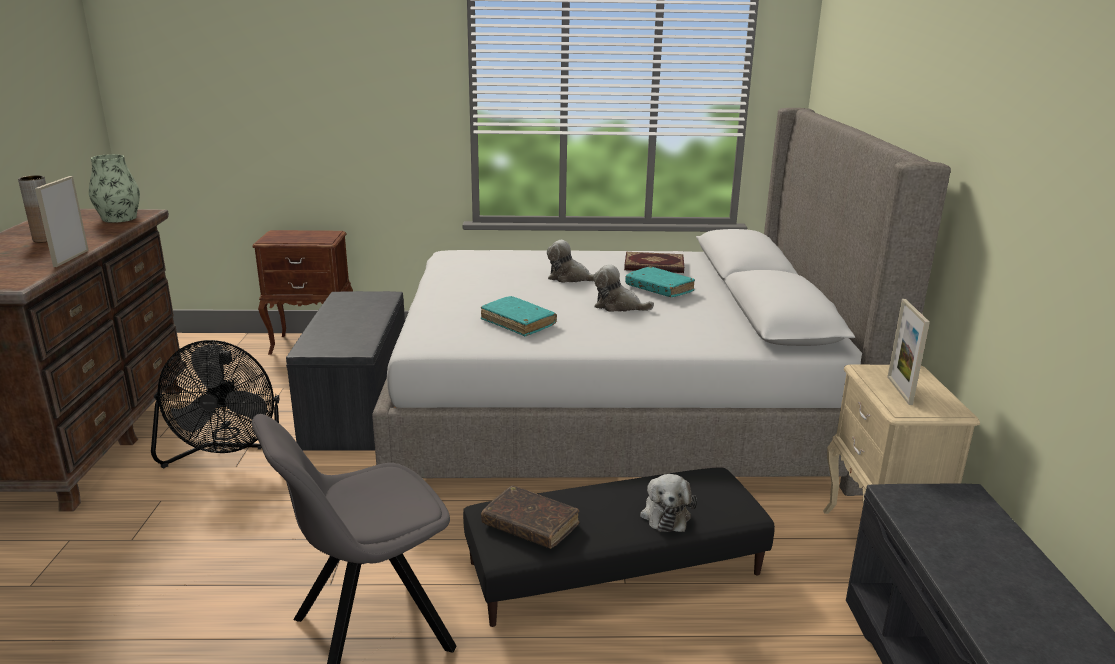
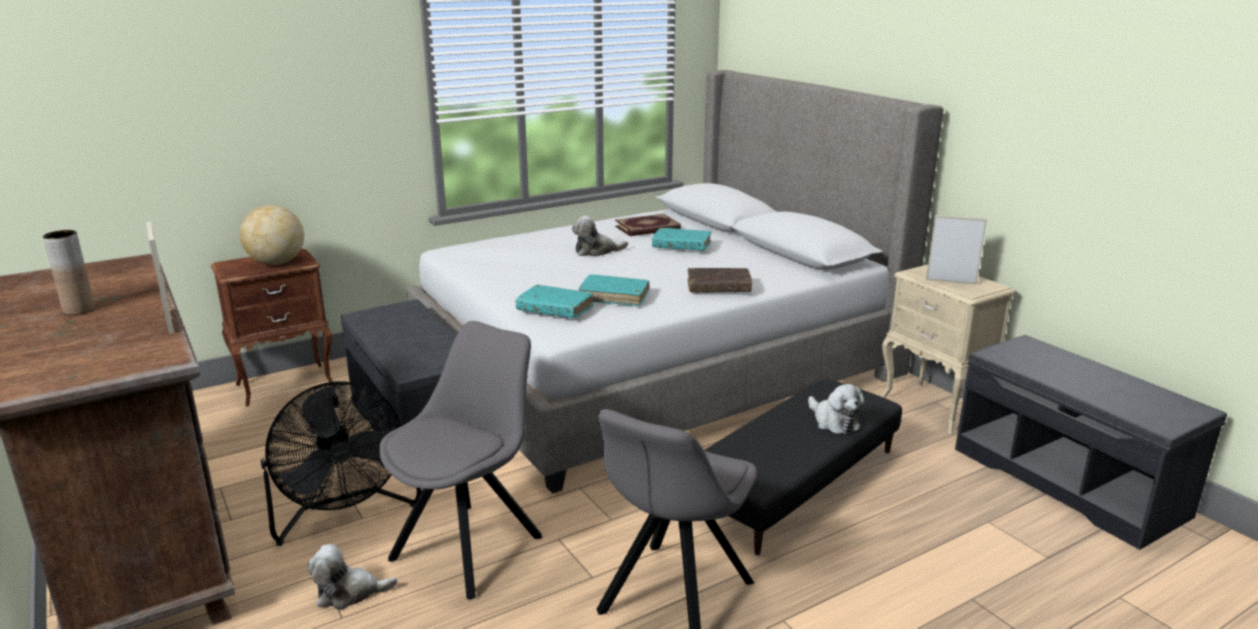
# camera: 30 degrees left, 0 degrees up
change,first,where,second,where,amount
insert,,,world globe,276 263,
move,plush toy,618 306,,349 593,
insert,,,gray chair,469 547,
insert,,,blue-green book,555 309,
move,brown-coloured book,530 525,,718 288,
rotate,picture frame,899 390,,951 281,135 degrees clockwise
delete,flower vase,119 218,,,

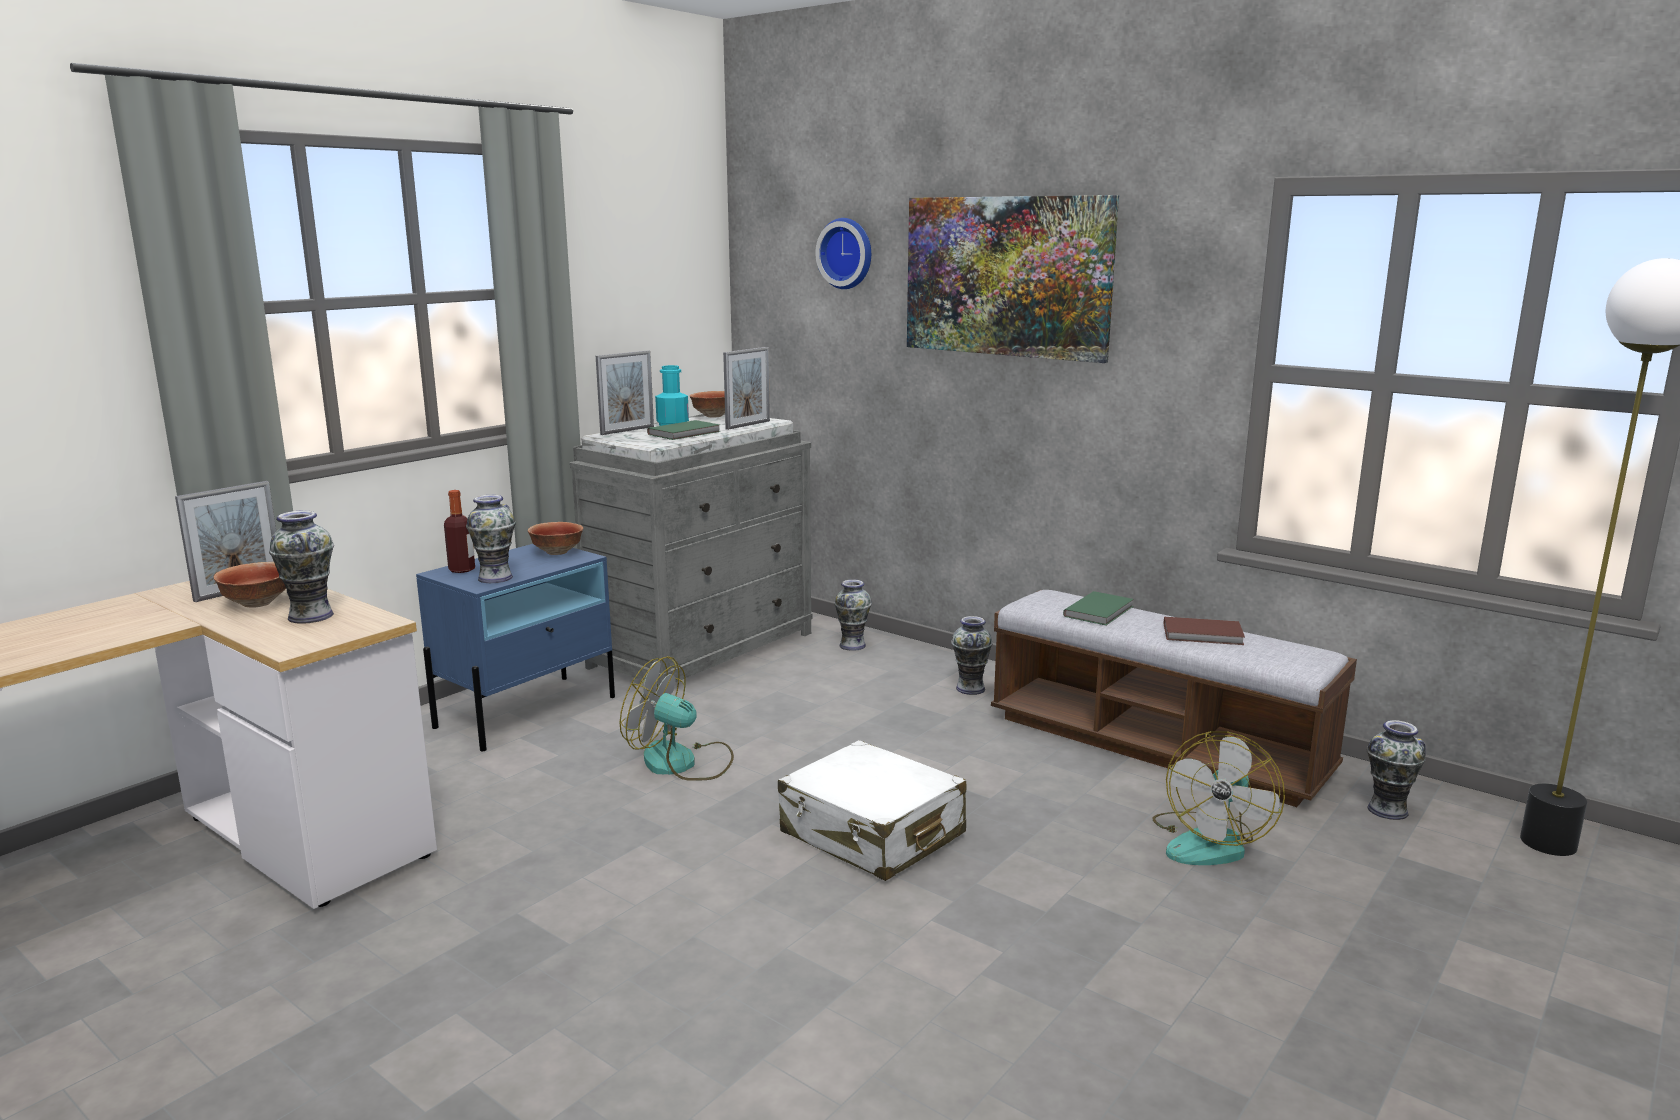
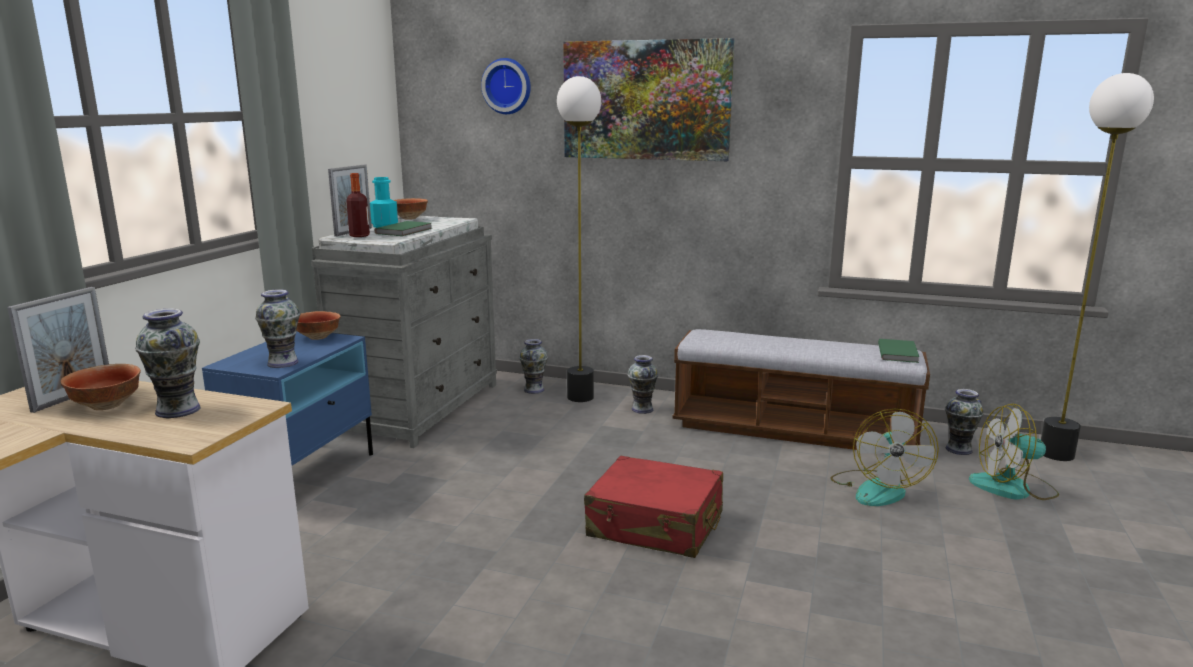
# camera: 20 degrees left, 0 degrees up
change,first,where,second,where,amount
move,bottle,462 570,,359 236,
insert,,,standard lamp,580 397,
recolor,white-coloured piece of luggage,872 834,reddish piece of luggage,655 525,
move,greenish book,1100 611,,899 353,
move,electric fan,681 763,,1013 488,
delete,picture frame,748 425,,,
delete,brown-coloured book,1204 635,,,

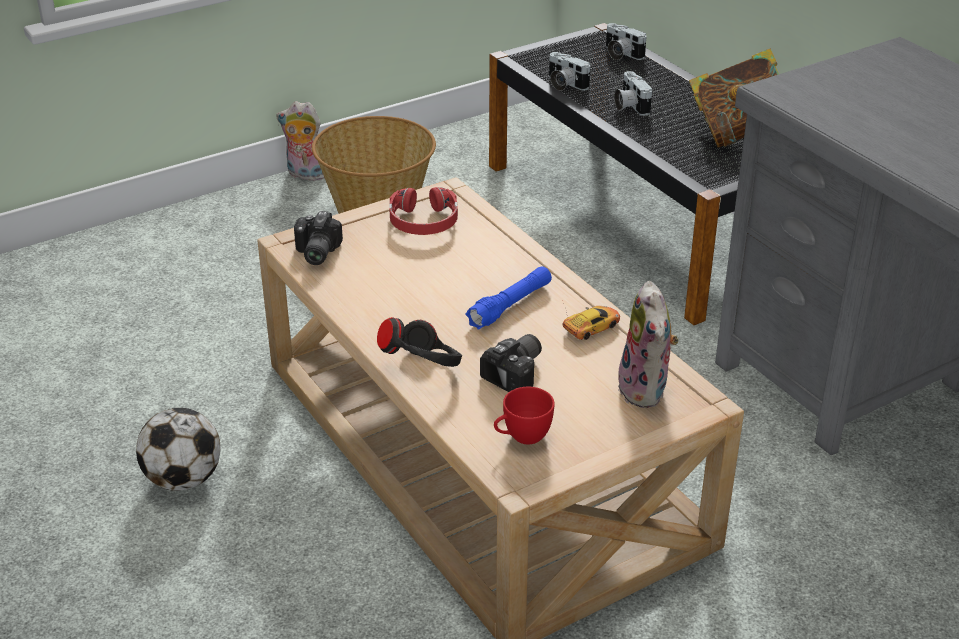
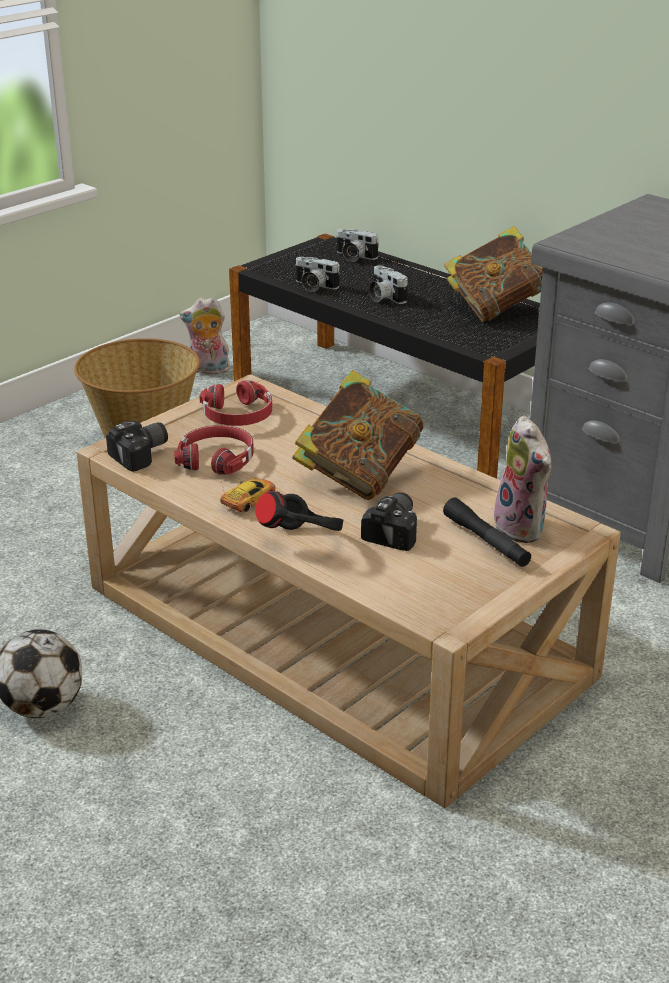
# camera: 15 degrees left, 5 degrees down
change,first,where,second,where,amount
rotate,still camera,315 253,,142 455,120 degrees counterclockwise
insert,,,reddish pair of headphones,217 459,
move,plush toy,305 175,,208 370,
move,toy car,591 326,,249 499,
replace,blue-coloured hand torch,510 306,book,358 475,
insert,,,black-coloured hand torch,486 541,
delete,reddish cup,522 437,,,

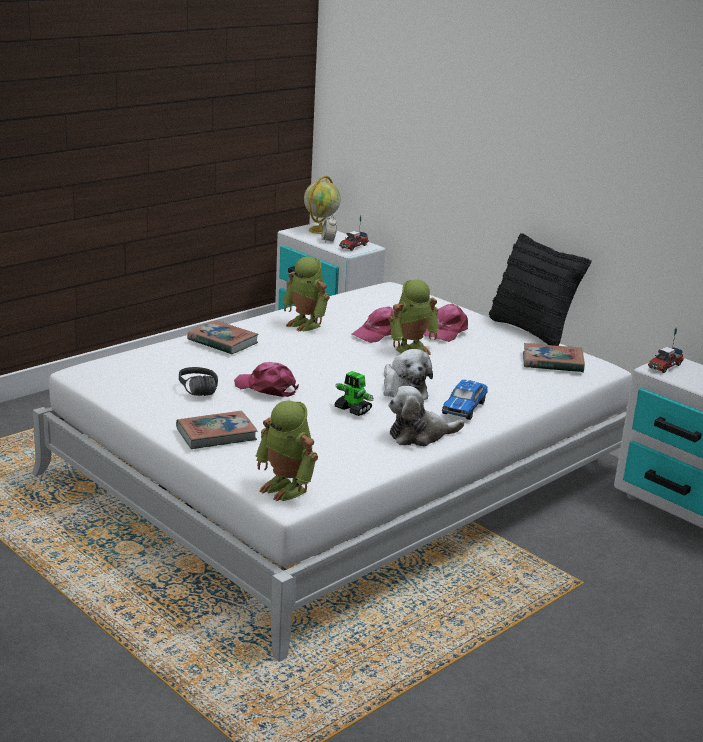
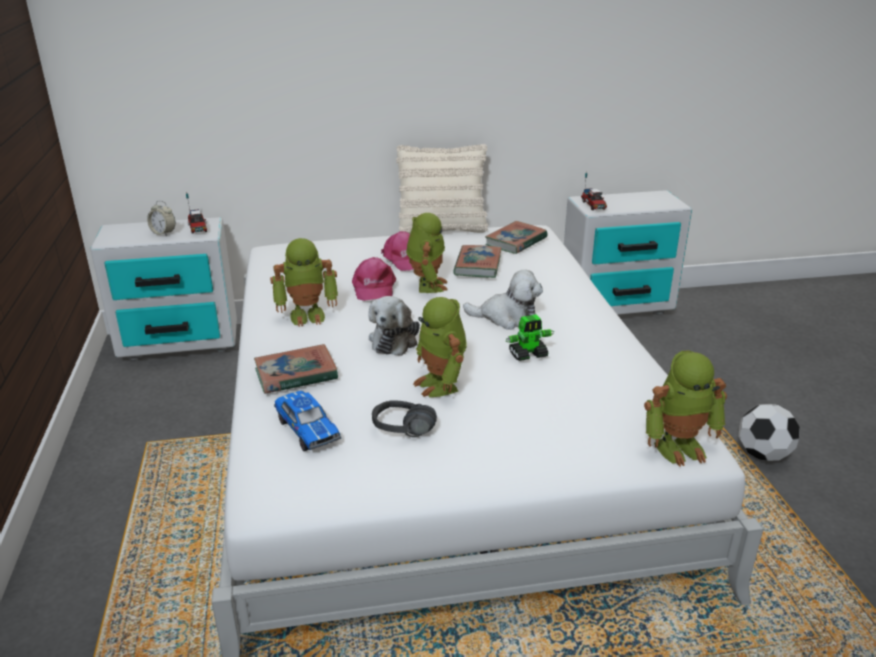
# camera: 55 degrees left, 5 degrees up
change,first,where,second,where,amount
move,toy car,464 407,,307 429,
move,plush toy,420 435,,395 340,
recolor,black-coloured pillow,532 331,beige pillow,442 229,
replace,pinkish peaked cap,266 388,model robot,441 384,
move,book,216 434,,478 265,
insert,,,football,762 454,
delete,world globe,320 230,,,

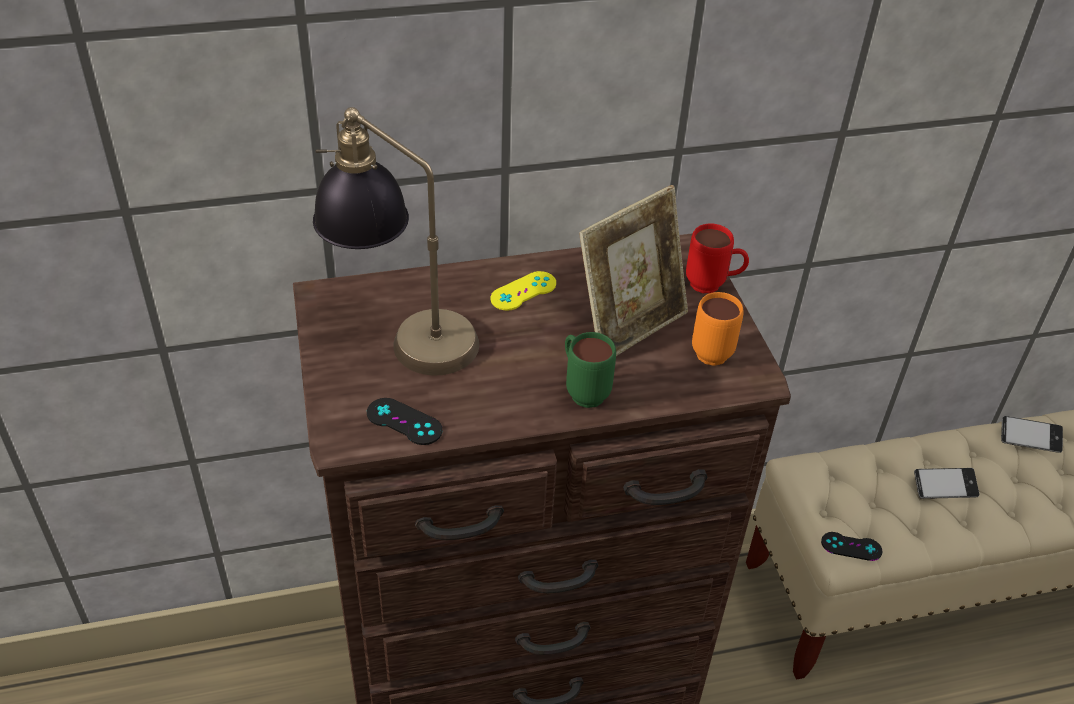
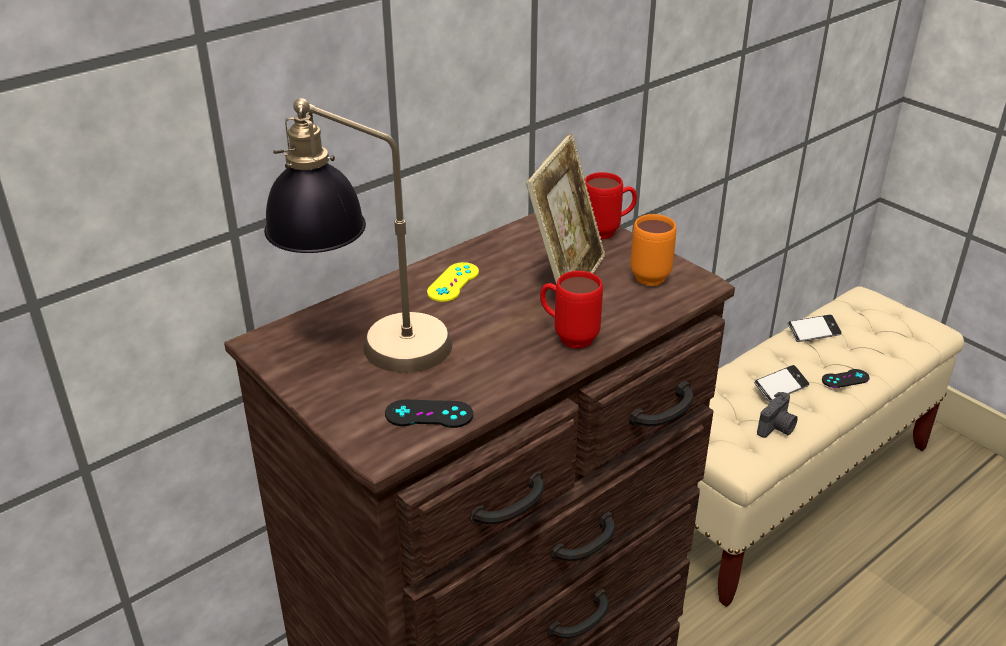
# camera: 25 degrees left, 10 degrees down
change,first,where,second,where,amount
recolor,greenish mug,582 390,reddish mug,568 337,
insert,,,still camera,777 428,
move,black-coloured game controller,851 546,,845 379,

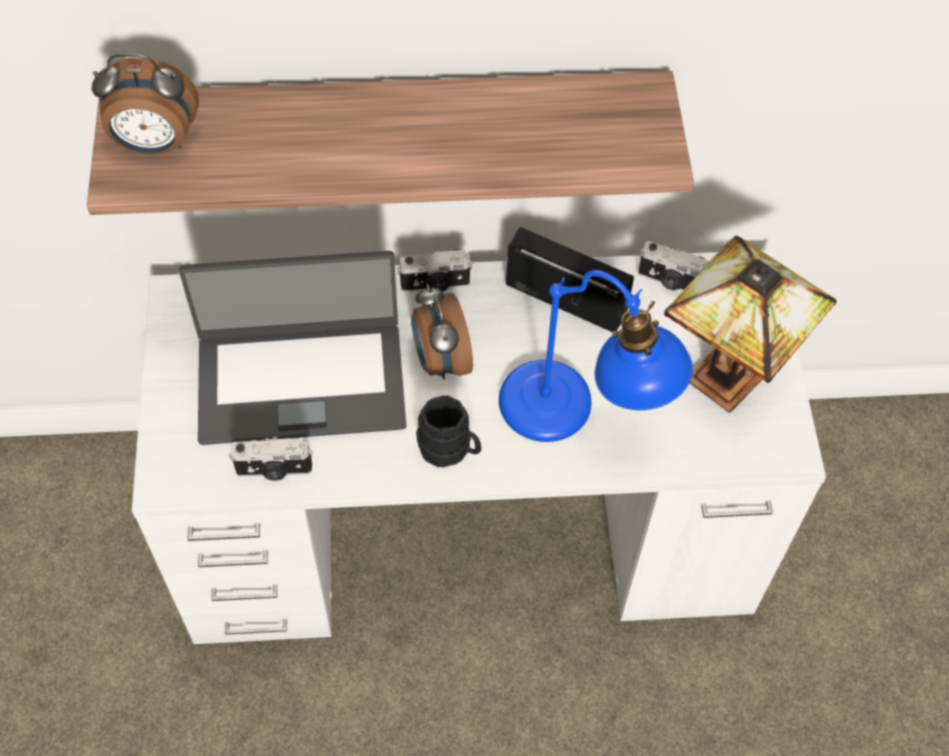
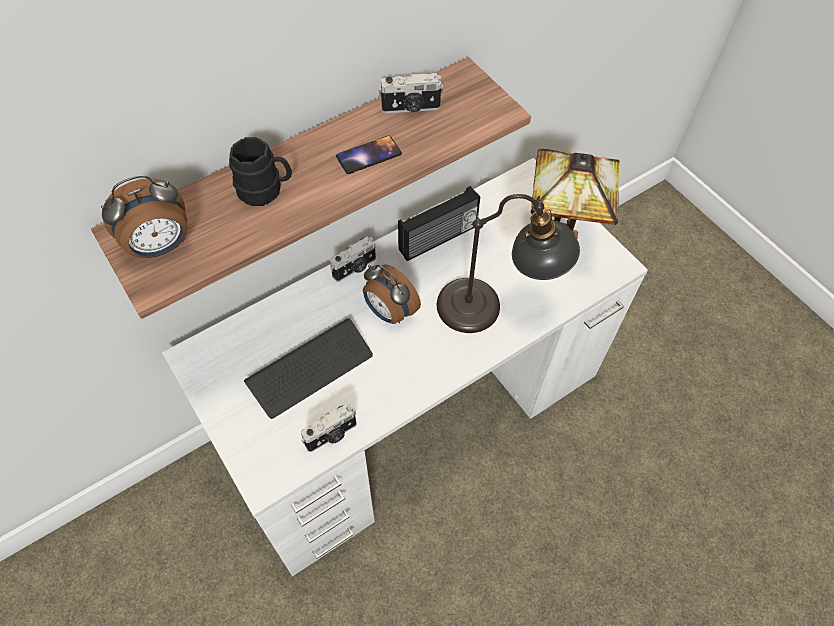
# camera: 30 degrees left, 0 degrees up
change,first,where,second,where,amount
move,black-coloured mug,450 450,,266 190,
replace,laptop,301 380,computer keyboard,310 369,
insert,,,telephone,368 155,
move,still camera,670 282,,411 108,
rotate,radio set,566 299,,438 239,150 degrees clockwise
recolor,blue-coloured lamp for a table,582 418,gray lamp for a table,496 304,

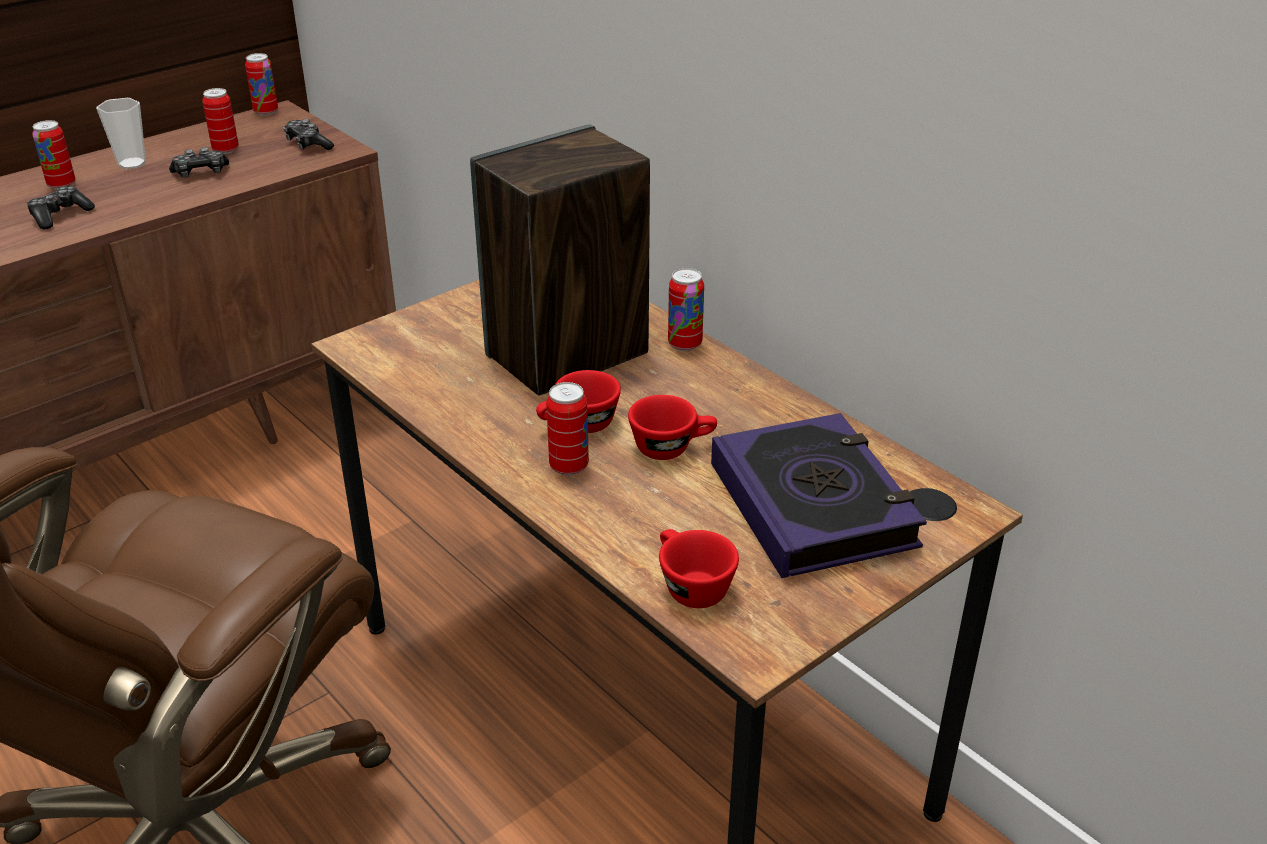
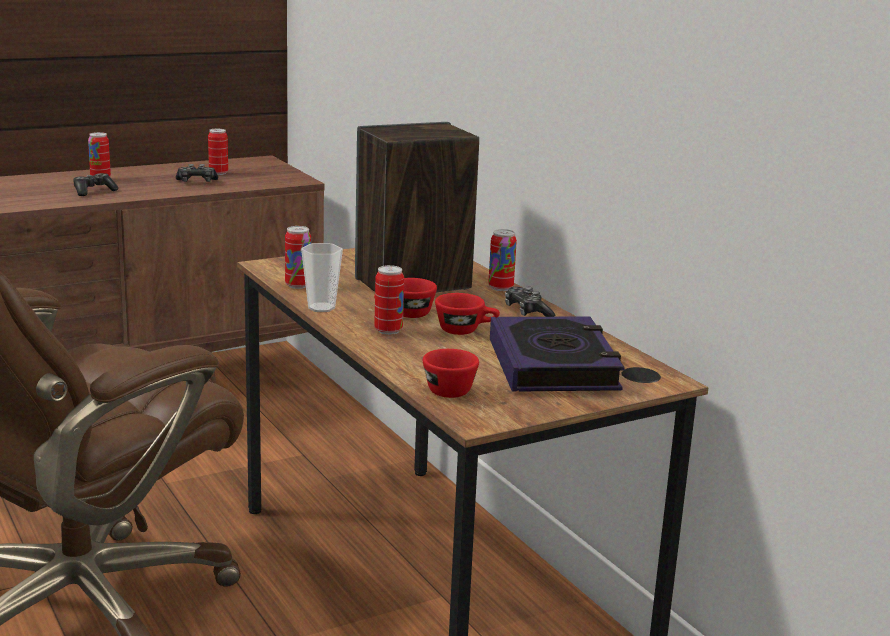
# camera: 10 degrees right, 15 degrees down
change,first,where,second,where,amount
move,metal can,266 112,,298 285,
move,cup,132 163,,321 308,
move,game controller,308 144,,527 312,

